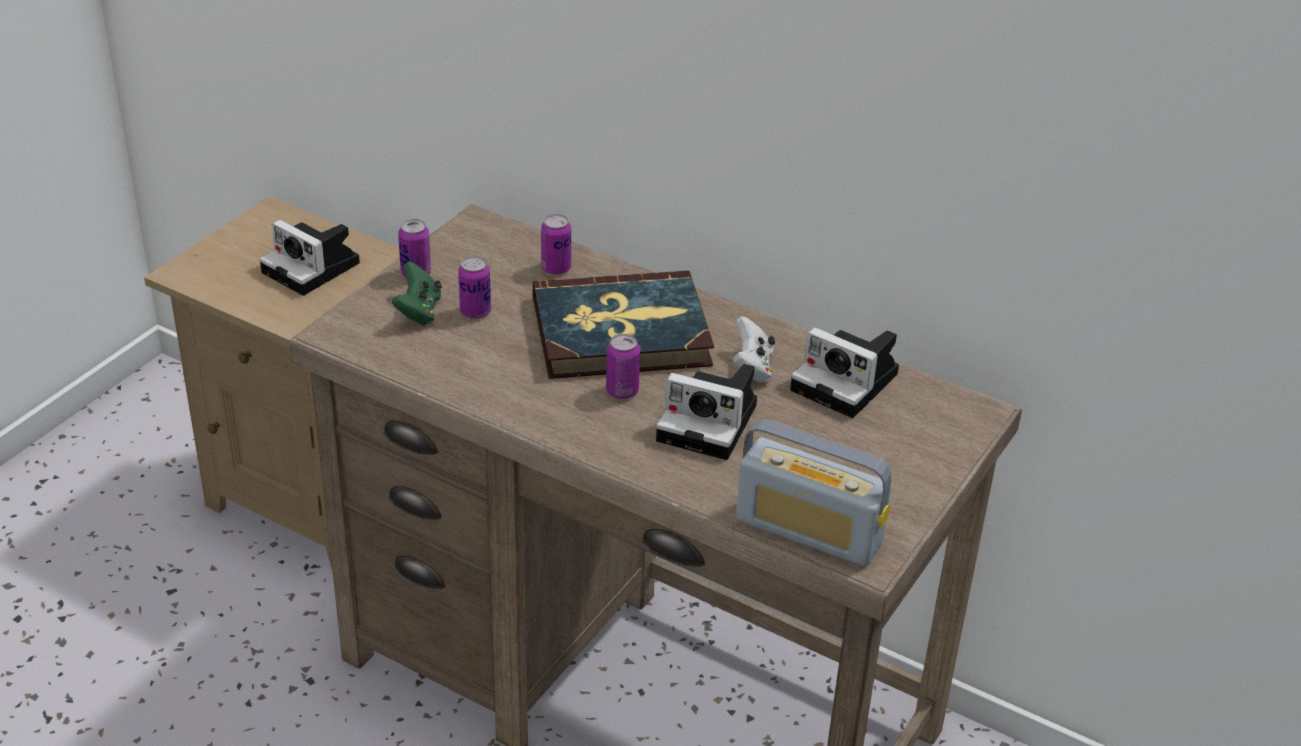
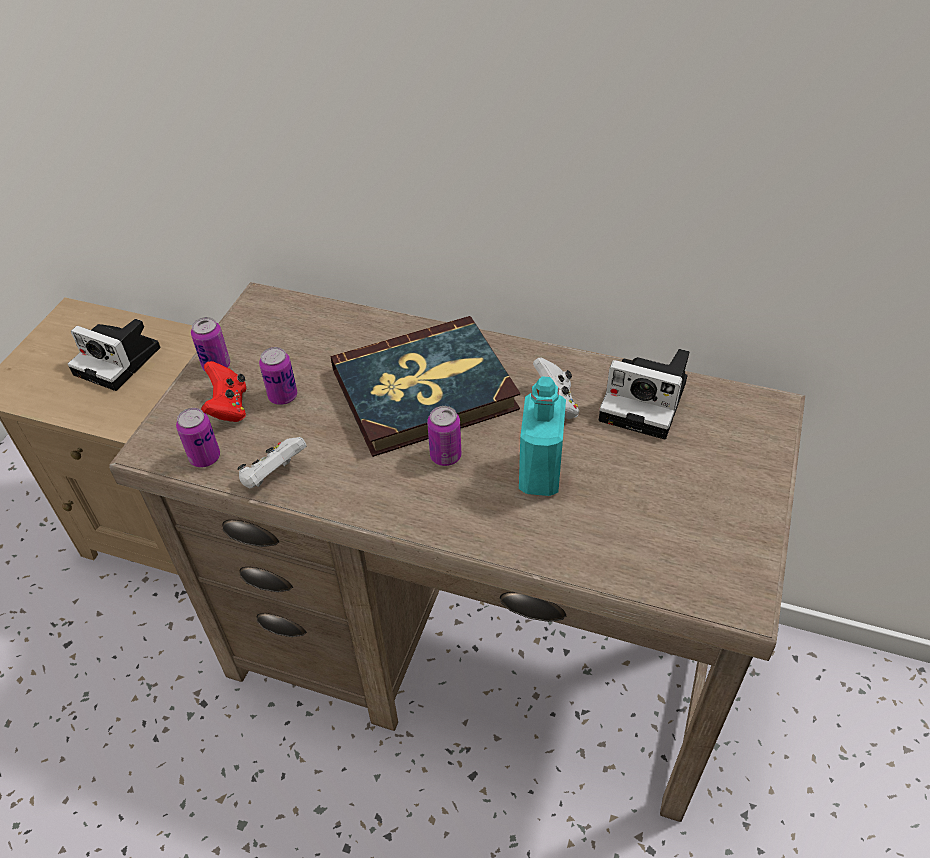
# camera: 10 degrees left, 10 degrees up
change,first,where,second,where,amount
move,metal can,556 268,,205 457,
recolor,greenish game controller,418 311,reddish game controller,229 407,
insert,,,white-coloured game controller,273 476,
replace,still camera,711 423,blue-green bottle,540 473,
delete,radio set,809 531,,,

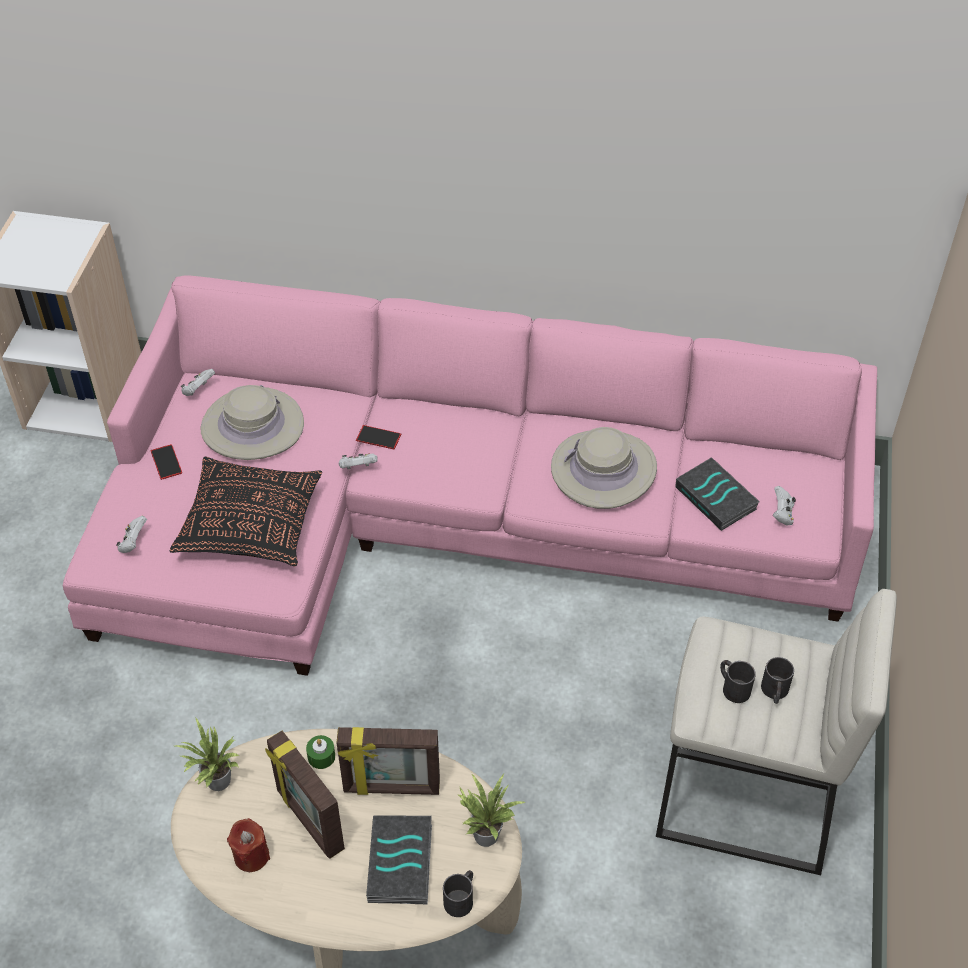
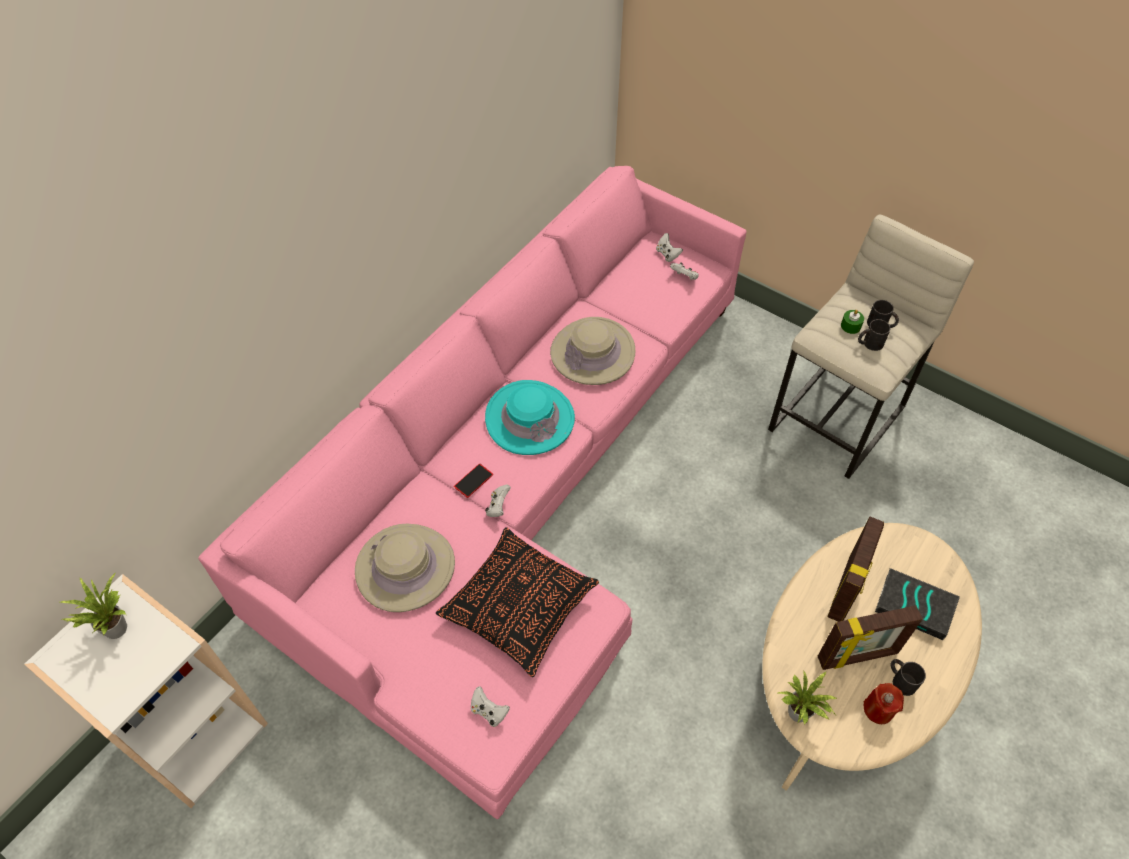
# camera: 65 degrees left, 5 degrees up
change,first,where,second,where,amount
move,houseplant,485 832,,113 627,
insert,,,blue-green clothing hat,530 418,
move,white-coloured game controller,198 390,,667 254,
move,greenish wax candle,321 756,,850 326,
move,black-coloured mug,461 898,,900 679,
delete,telephone,166 462,,,
delete,book,717 498,,,

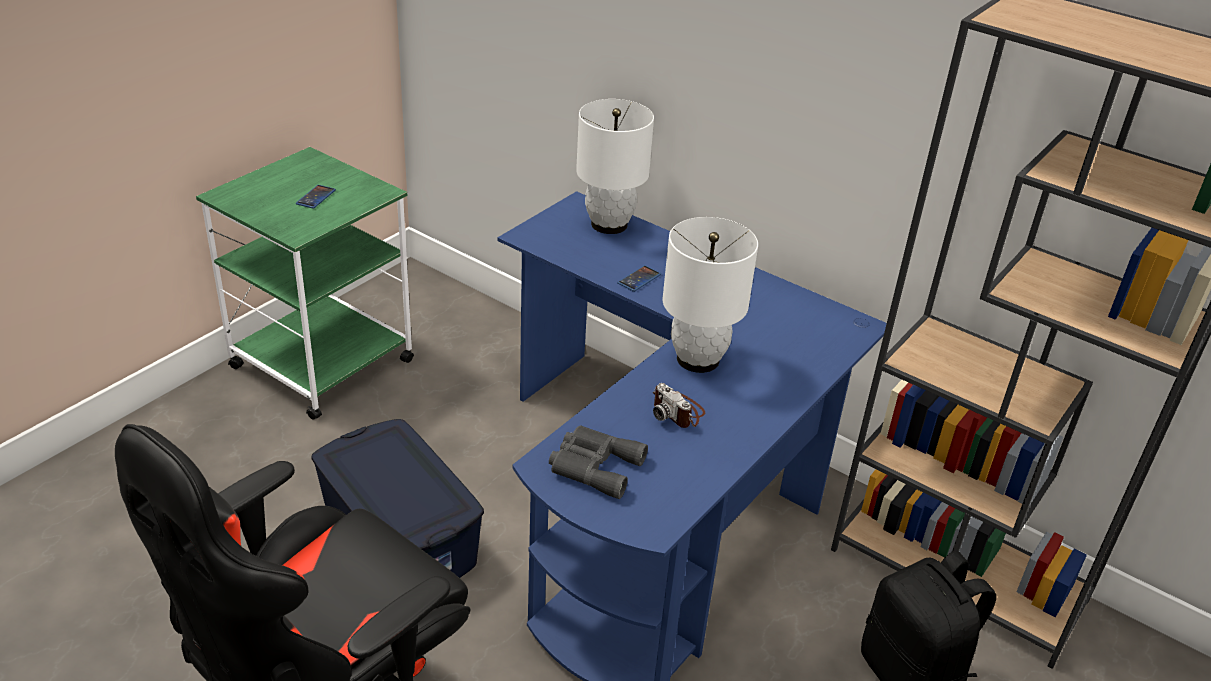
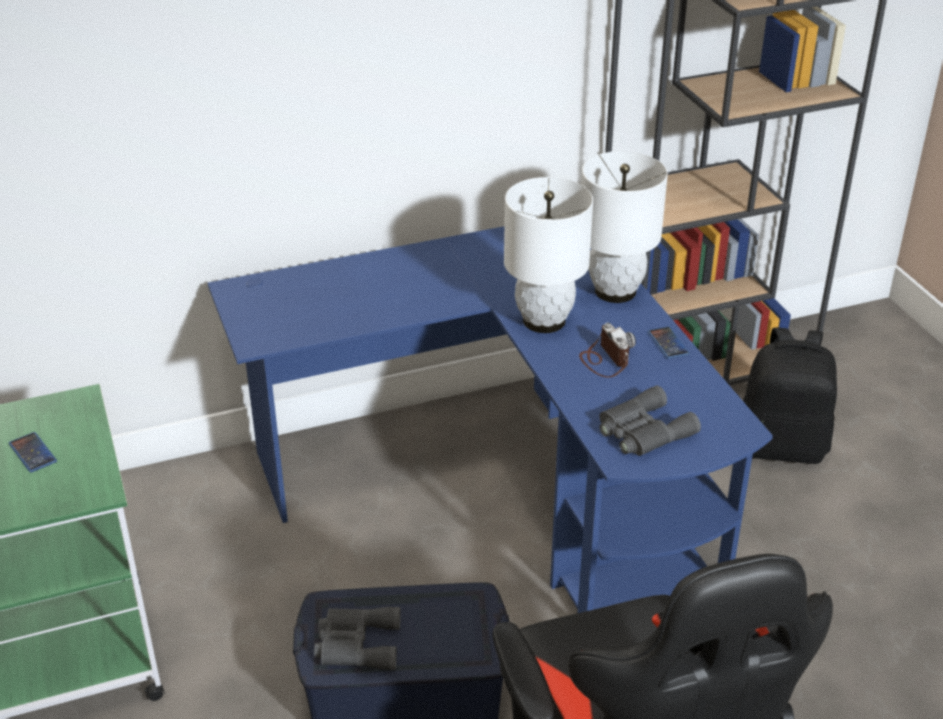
# camera: 55 degrees left, 0 degrees up
change,first,where,second,where,amount
insert,,,gray binoculars,356 644,
rotate,still camera,678 411,,605 359,105 degrees counterclockwise
move,white-coloured lamp for a table,609 225,,615 291,
move,telephone,639 279,,668 343,

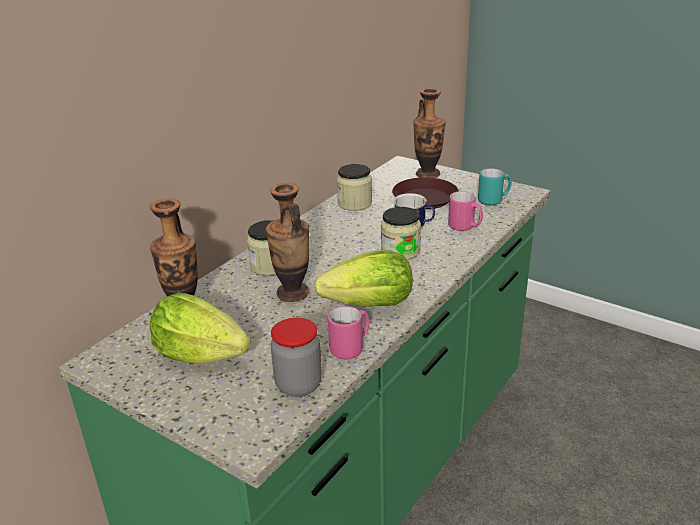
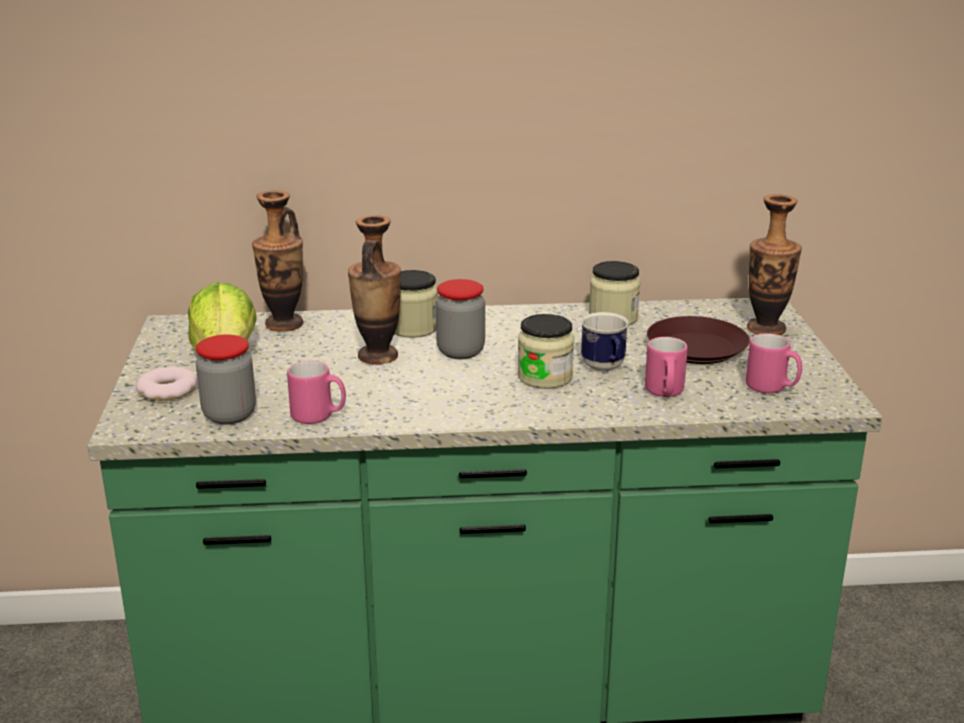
# camera: 50 degrees right, 5 degrees down
change,first,where,second,where,amount
insert,,,doughnut,168 390,
insert,,,preserve jar,460 351,
recolor,blue-green mug,494 200,pinkish mug,772 388,
delete,lettuce head,370 305,,,

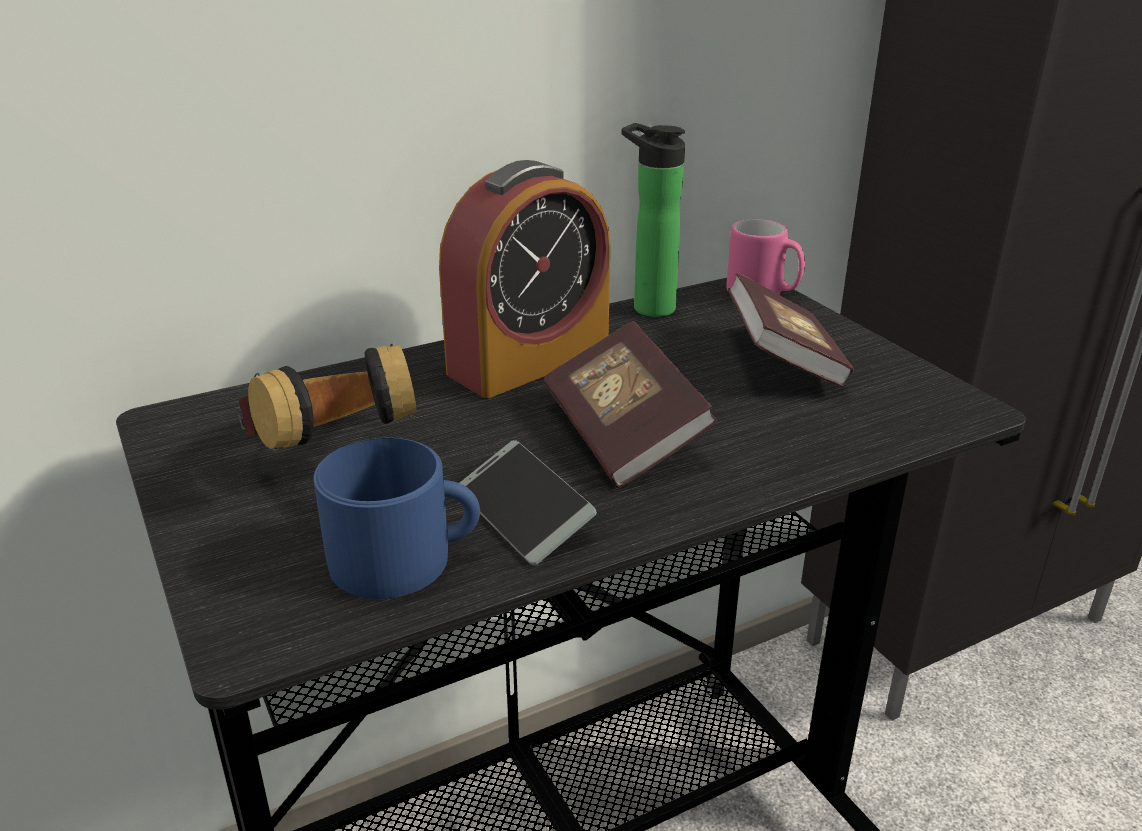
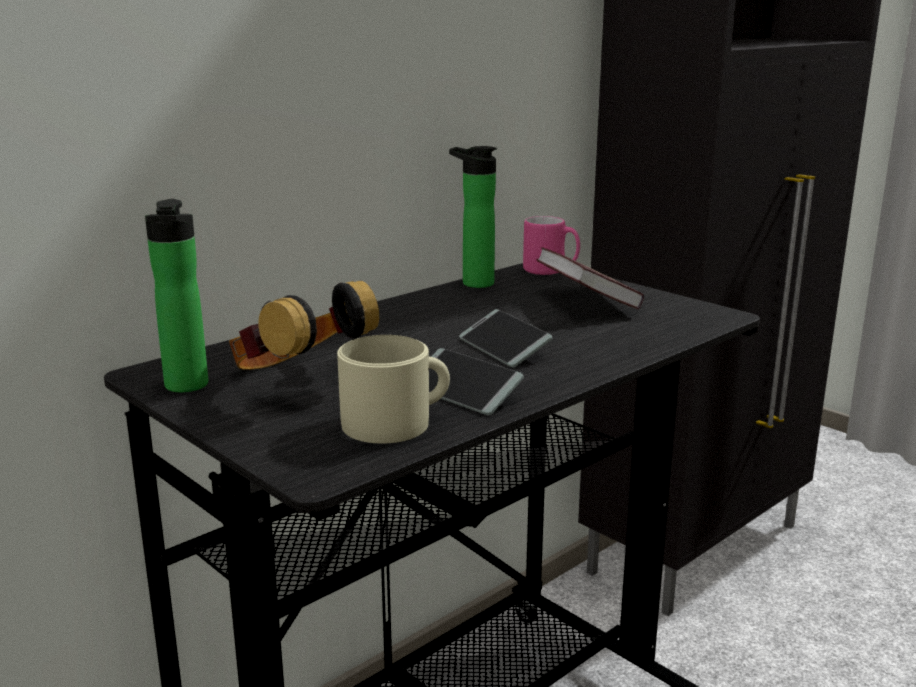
# camera: 15 degrees left, 10 degrees down
change,first,where,second,where,amount
insert,,,bottle,185 387,
recolor,blue-coloured mug,405 559,beige mug,396 422,
replace,book,624 435,telephone,504 348,
delete,alarm clock,529 361,,,

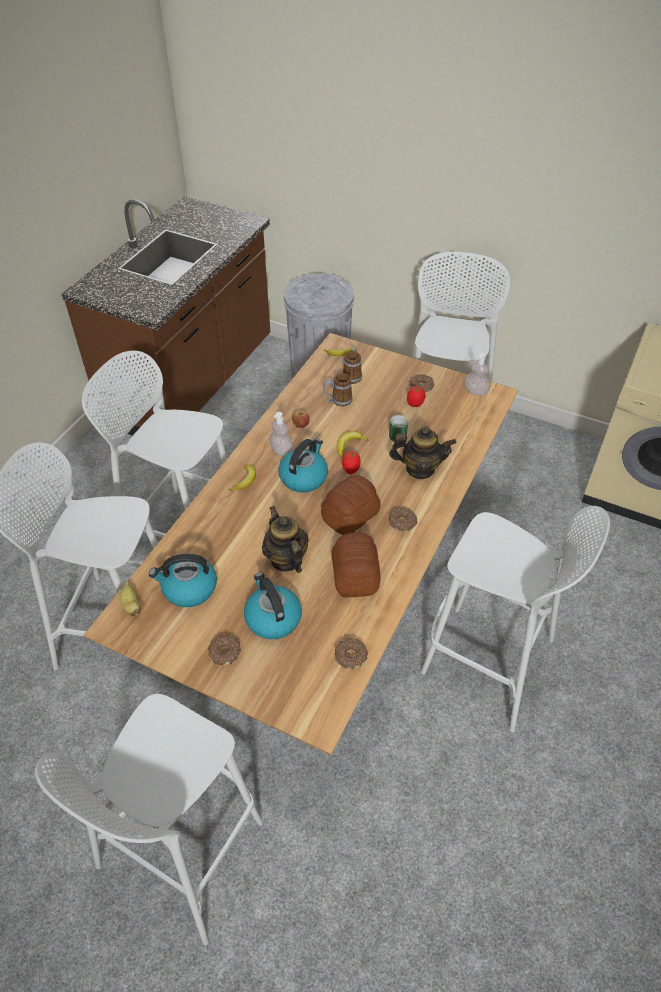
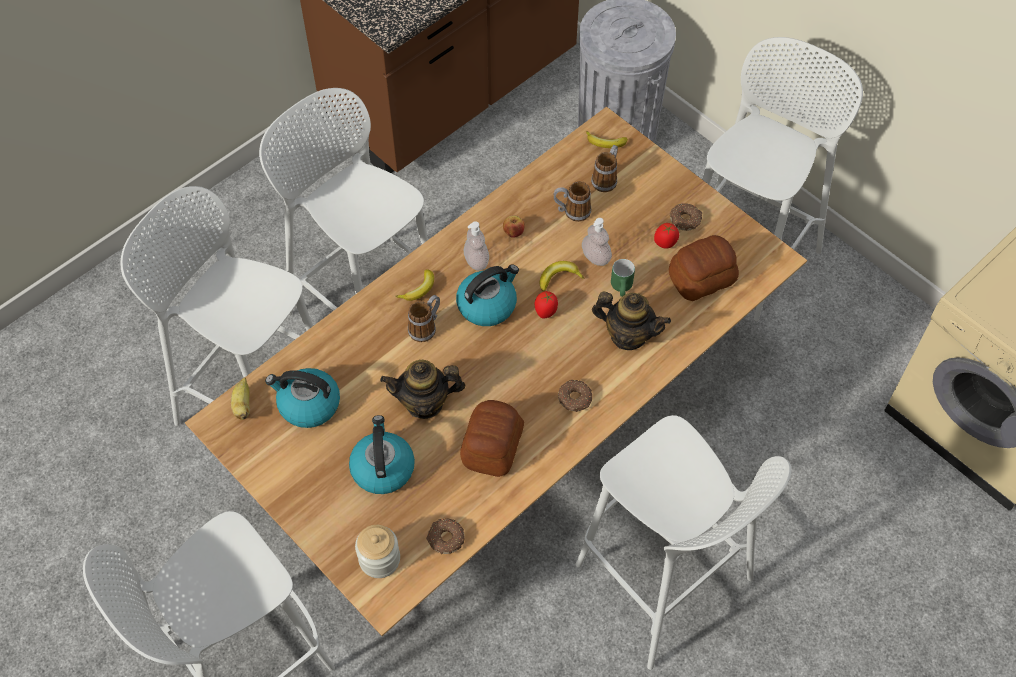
# camera: 20 degrees right, 10 degrees up
change,first,where,second,where,amount
insert,,,preserve jar,379 559,
rotate,teapot,286 559,,425 403,90 degrees counterclockwise
insert,,,mug,426 327,
move,liquid soap bottle,475 391,,595 257,
move,bakery bread,351 515,,703 279,
delete,doughnut,225 652,,,

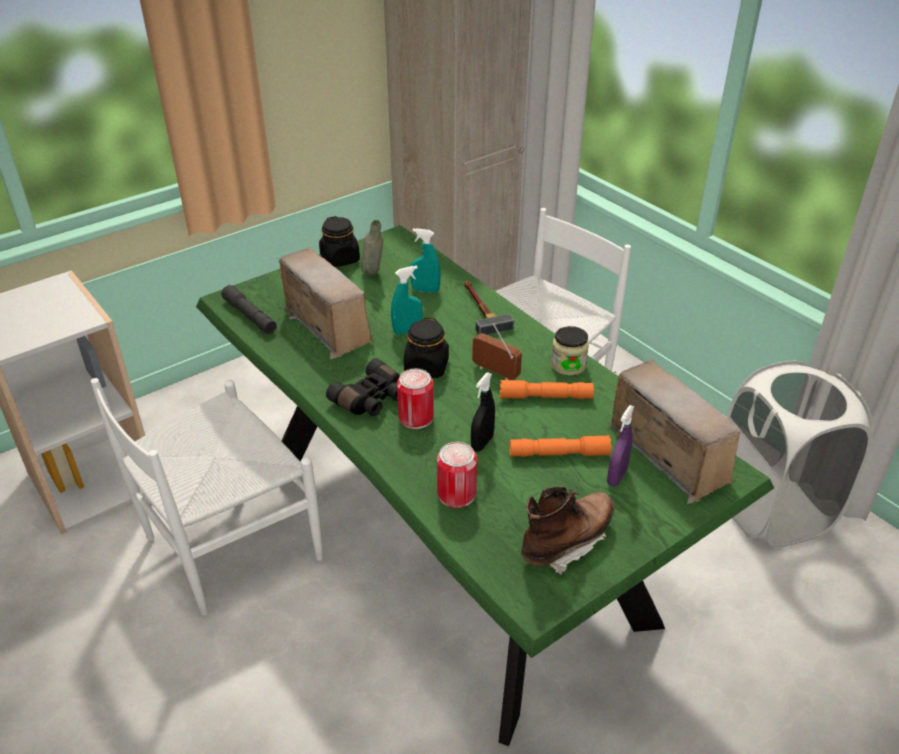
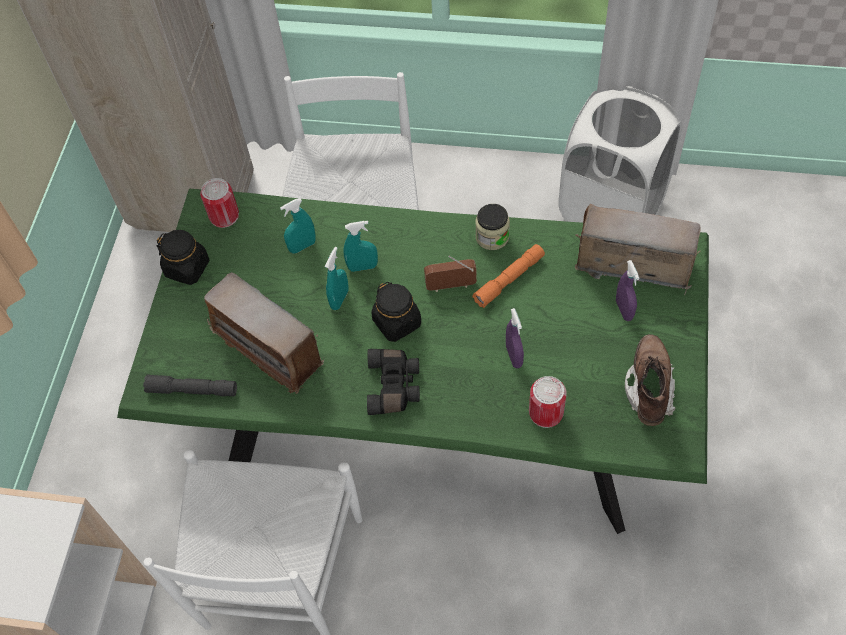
# camera: 40 degrees left, 20 degrees up
change,first,where,second,where,amount
move,metal can,416 417,,224 215,
rotate,radio set,325 325,,269 347,150 degrees counterclockwise
insert,,,blue-green hand sprayer,362 267,
recolor,black-coloured hand sprayer,482 443,purplish hand sprayer,514 356,
delete,gray bottle,374 276,,,
delete,hand hammer,480 309,,,
delete,orange-coloured hand torch,559 454,,,

